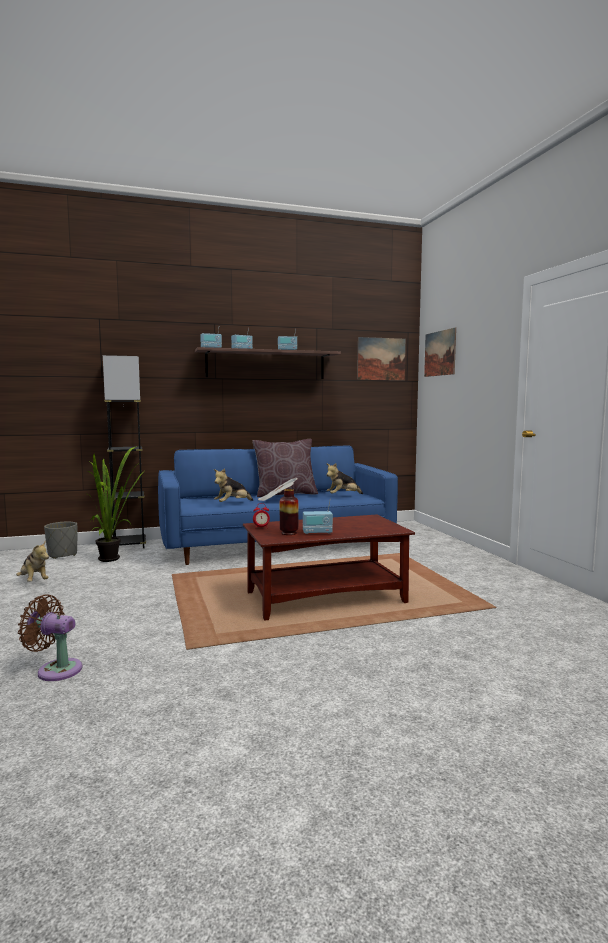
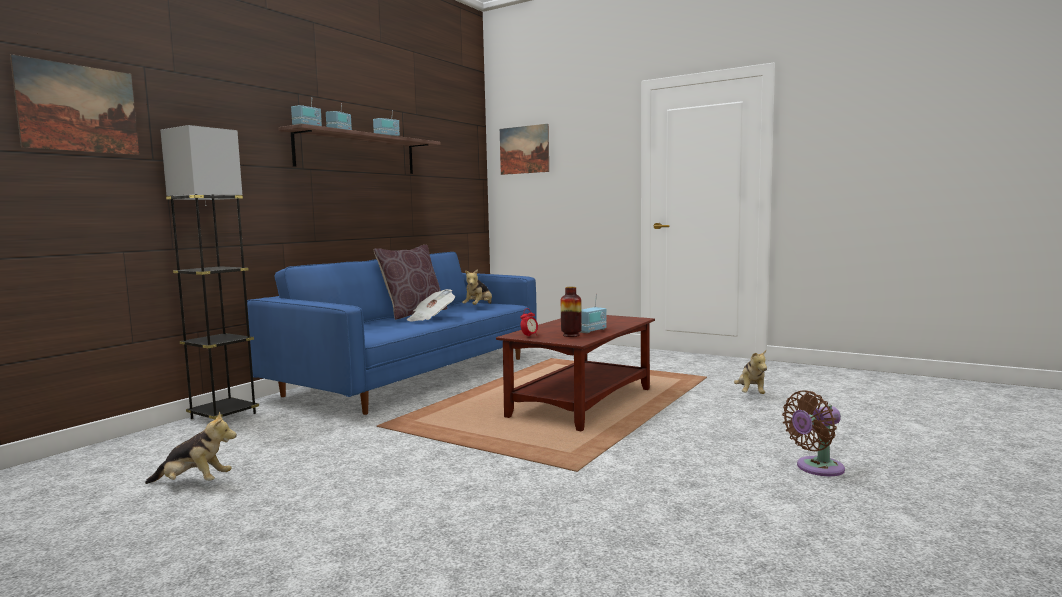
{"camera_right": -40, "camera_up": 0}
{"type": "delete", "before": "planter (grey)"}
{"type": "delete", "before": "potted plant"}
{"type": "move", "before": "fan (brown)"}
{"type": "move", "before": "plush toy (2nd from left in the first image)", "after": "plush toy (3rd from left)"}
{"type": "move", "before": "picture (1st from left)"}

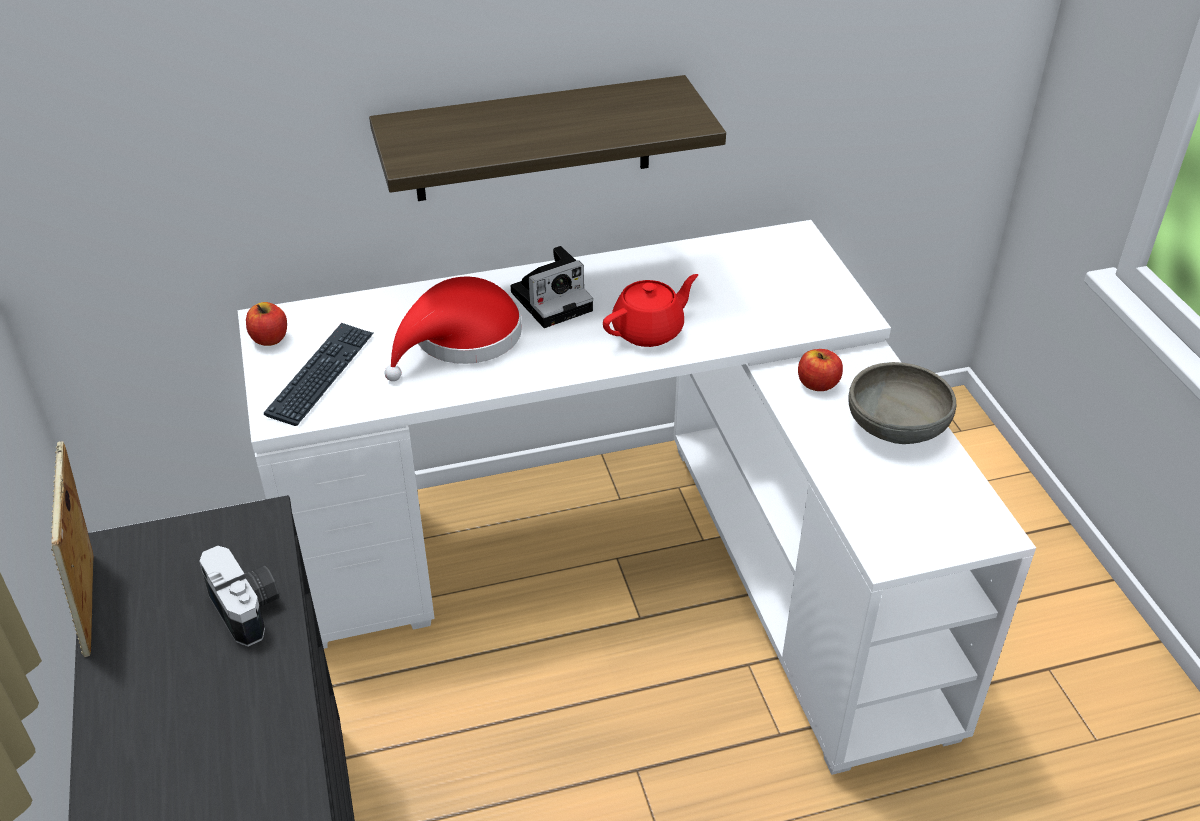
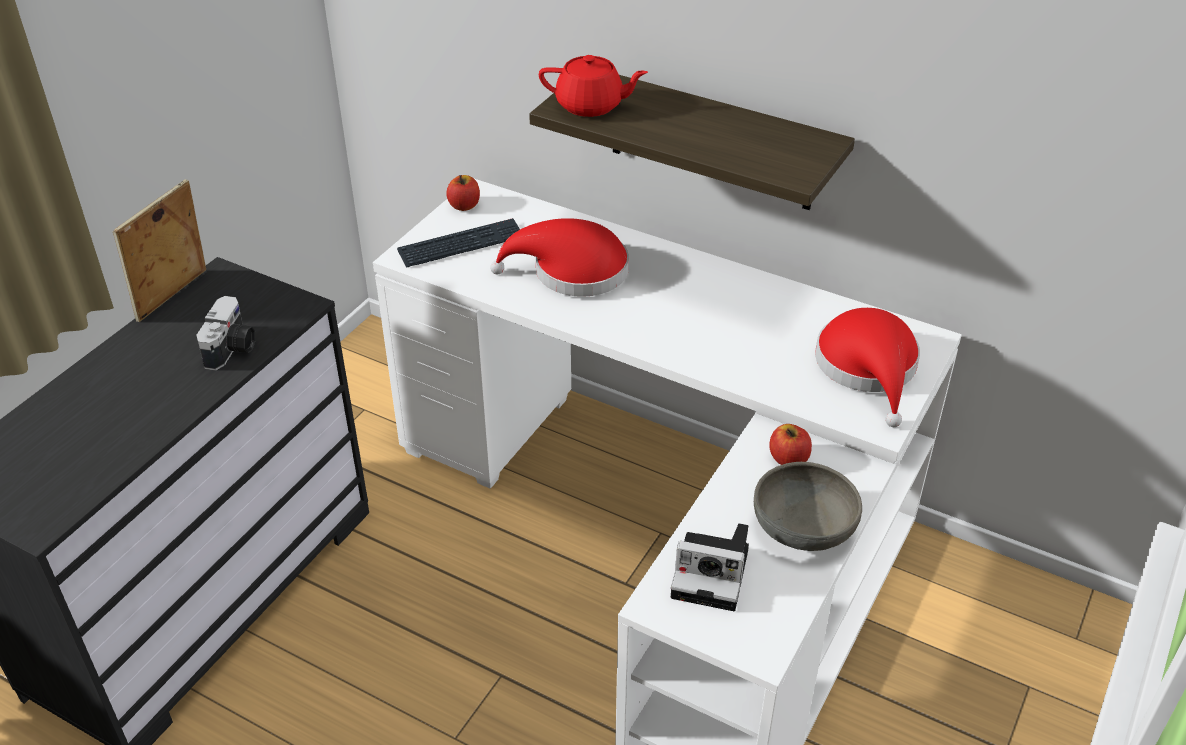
{"camera_right": 45, "camera_up": 0}
{"type": "insert", "after": "hat (red) (2nd from left)"}
{"type": "move", "before": "photo camera (2nd from left)"}
{"type": "move", "before": "teapot (red)"}

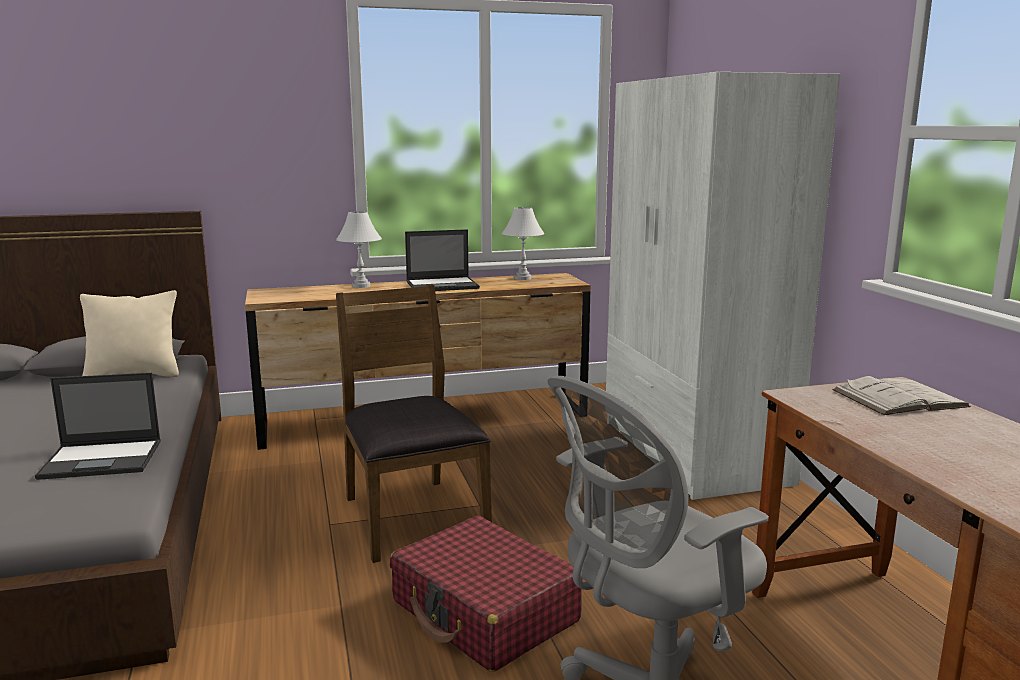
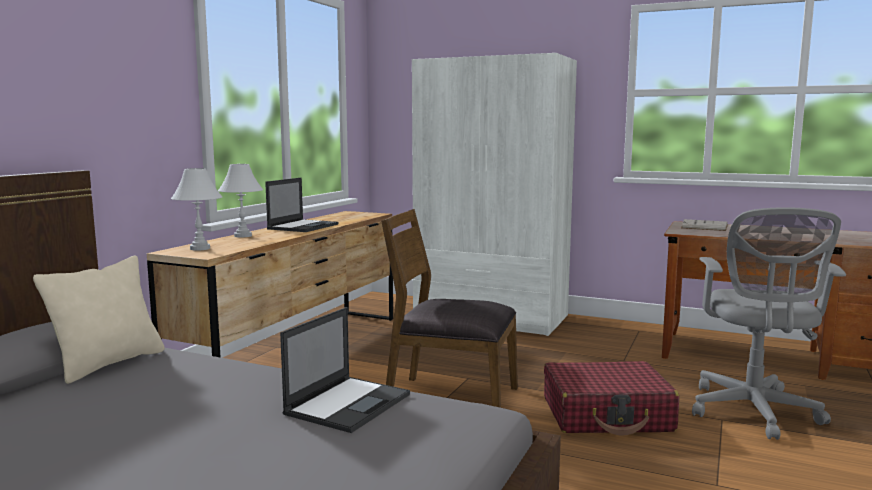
{"camera_right": -50, "camera_up": -5}
{"type": "move", "before": "table lamp (white) (2nd from left in the first image)", "after": "table lamp (white) (1st from left)"}

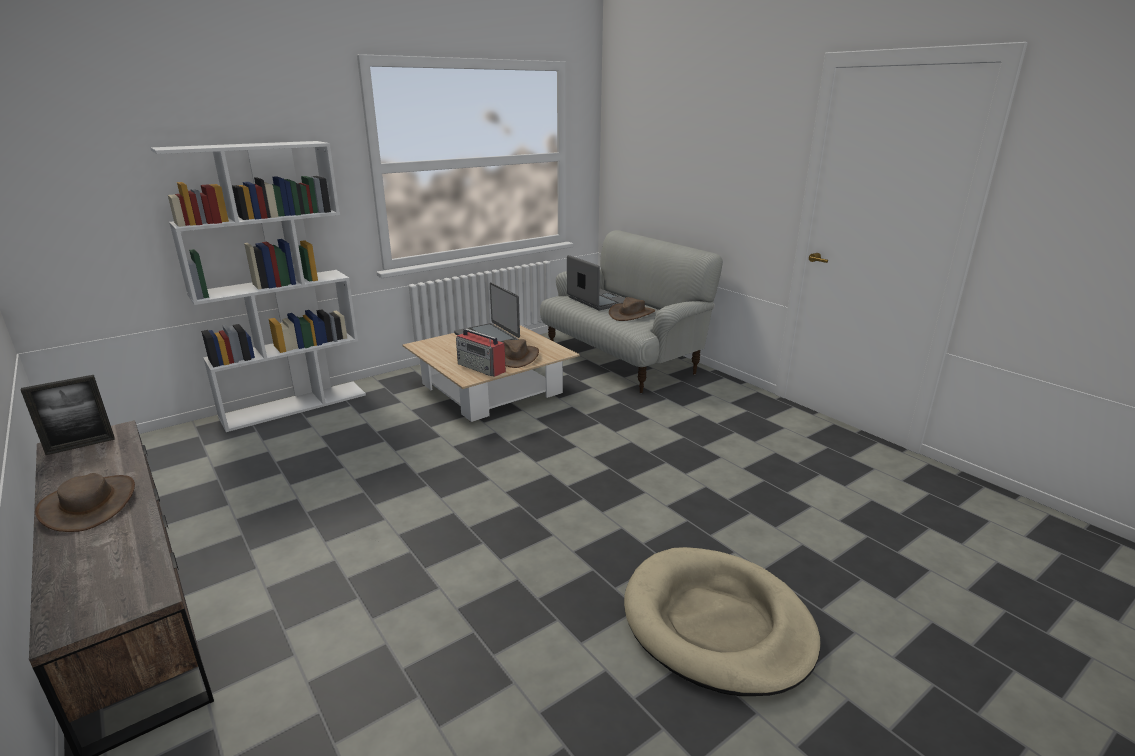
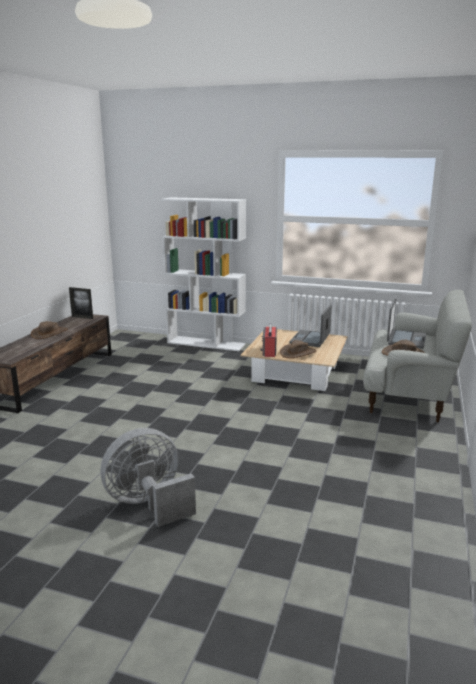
{"camera_right": 55, "camera_up": -5}
{"type": "replace", "before": "dog bed (beige)", "after": "fan (grey)"}

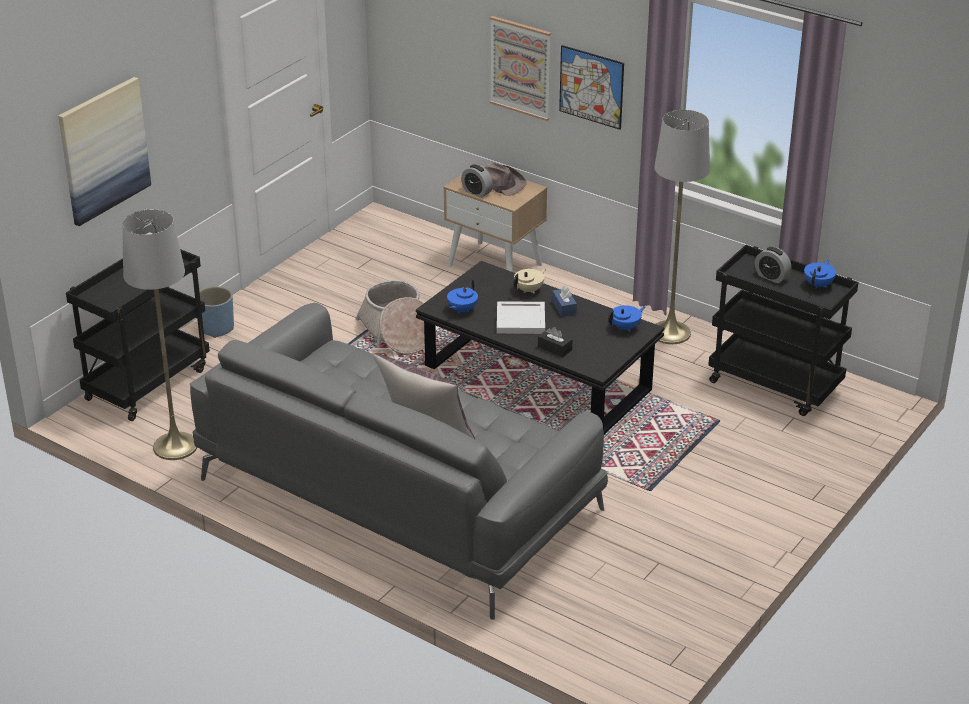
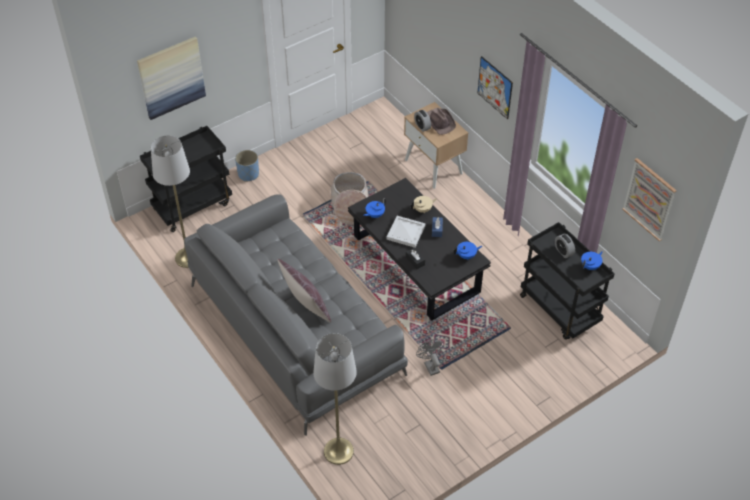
{"camera_right": 20, "camera_up": 15}
{"type": "insert", "after": "fan (grey)"}
{"type": "move", "before": "picture (2nd from left in the first image)", "after": "picture (3rd from left)"}
{"type": "move", "before": "floor lamp (grey) (2nd from left)"}

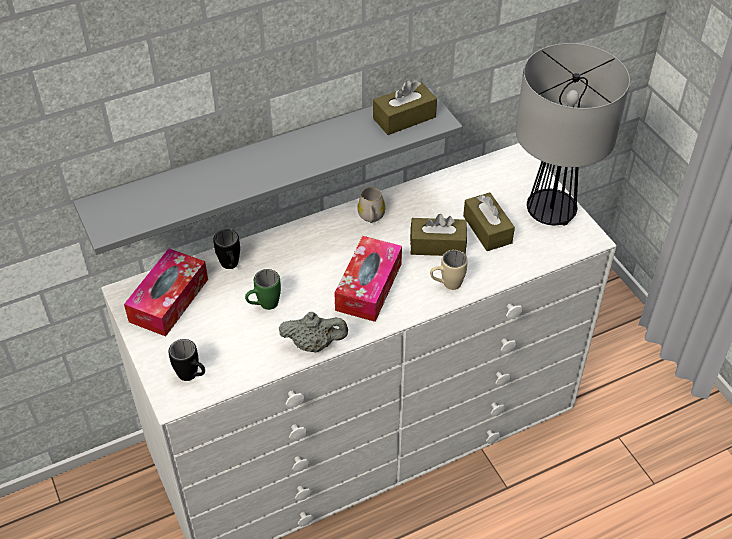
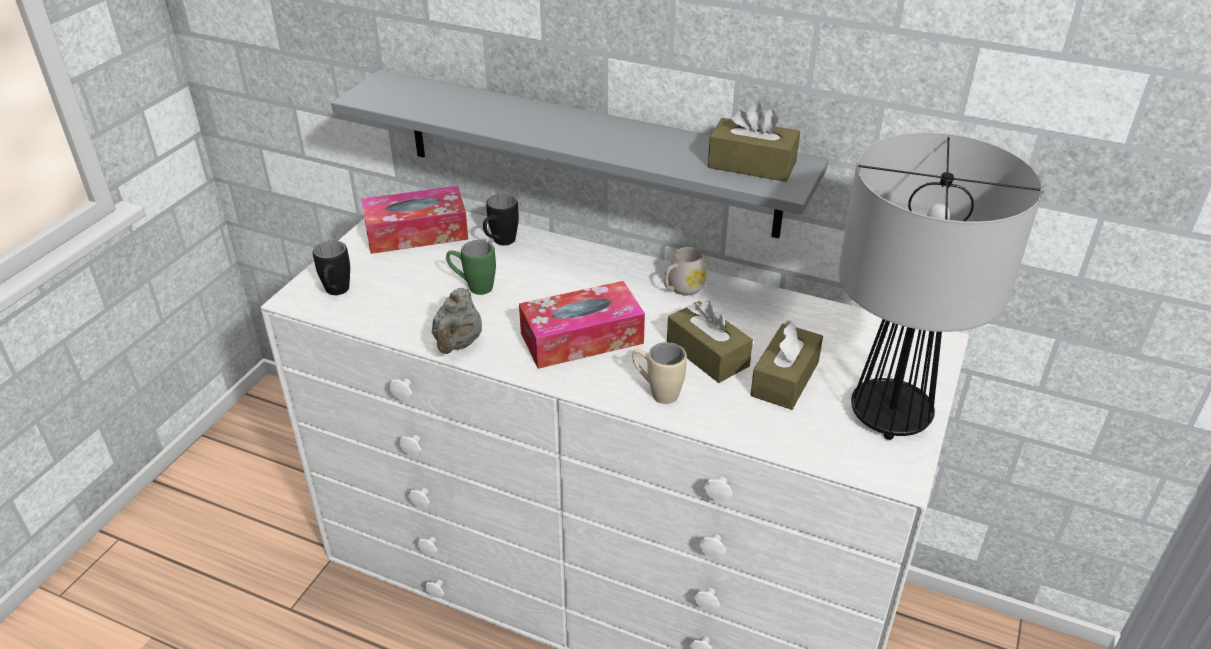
{"camera_right": 50, "camera_up": -10}
{"type": "rotate", "before": "teapot (grey)", "turn": 45}

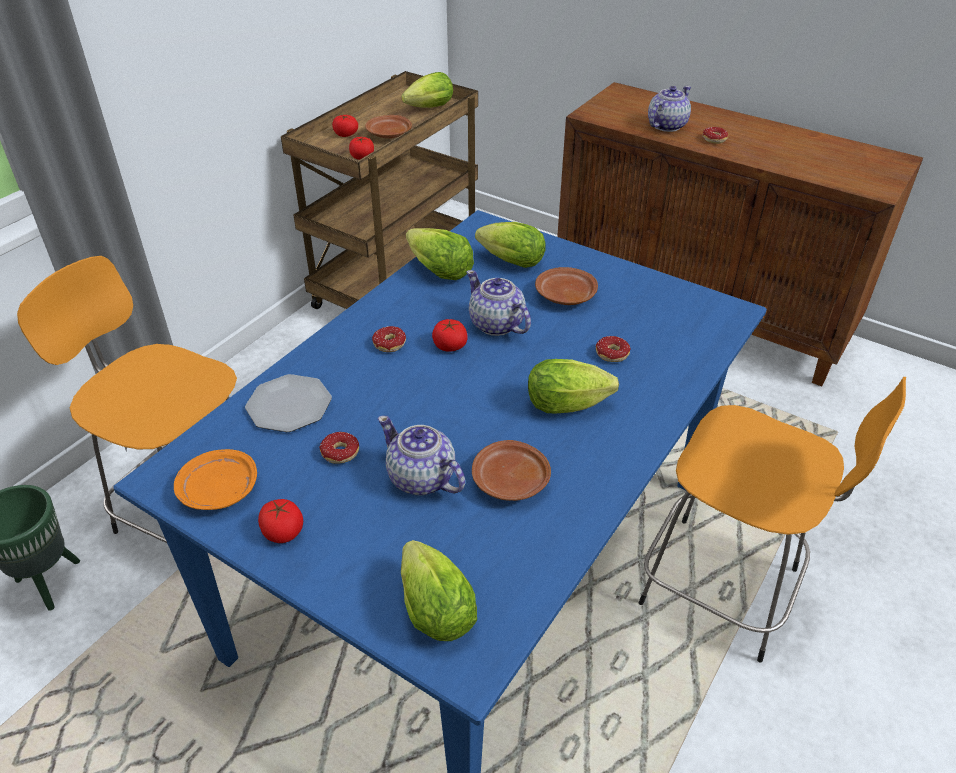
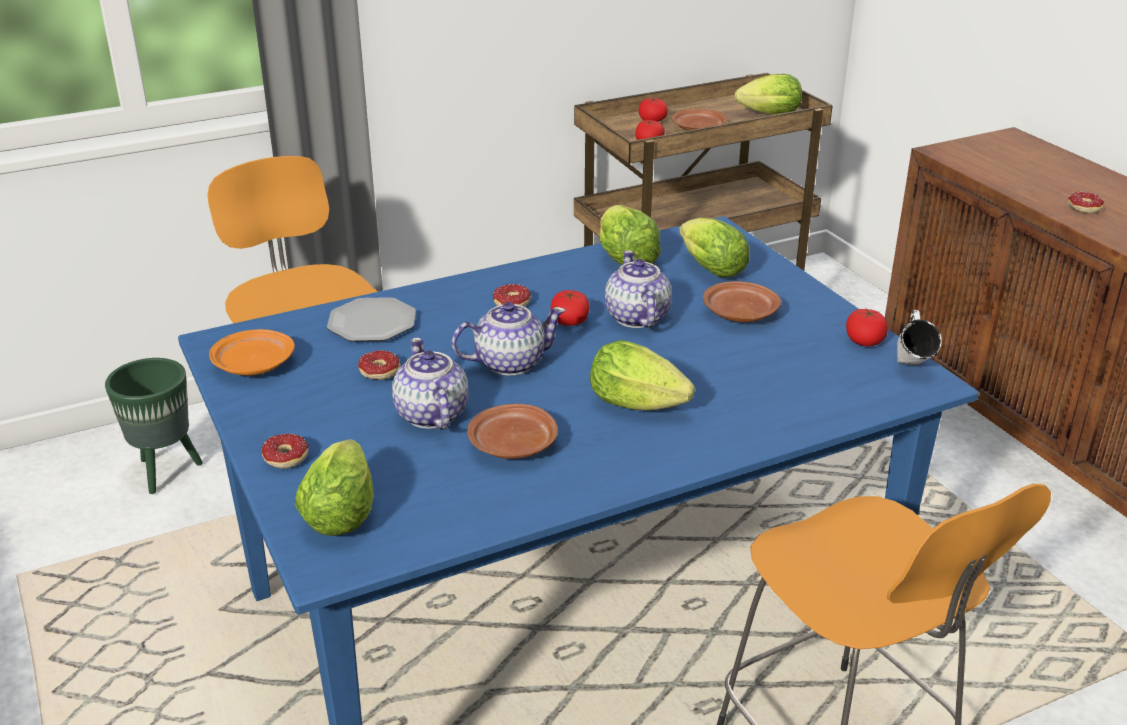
{"camera_right": 30, "camera_up": -10}
{"type": "insert", "after": "mug (white)"}
{"type": "move", "before": "tomato (1st from left in the first image)", "after": "tomato (4th from left)"}
{"type": "move", "before": "donut (3rd from left in the first image)", "after": "donut (1st from left)"}
{"type": "move", "before": "teapot (3rd from left in the first image)", "after": "teapot (2nd from left)"}

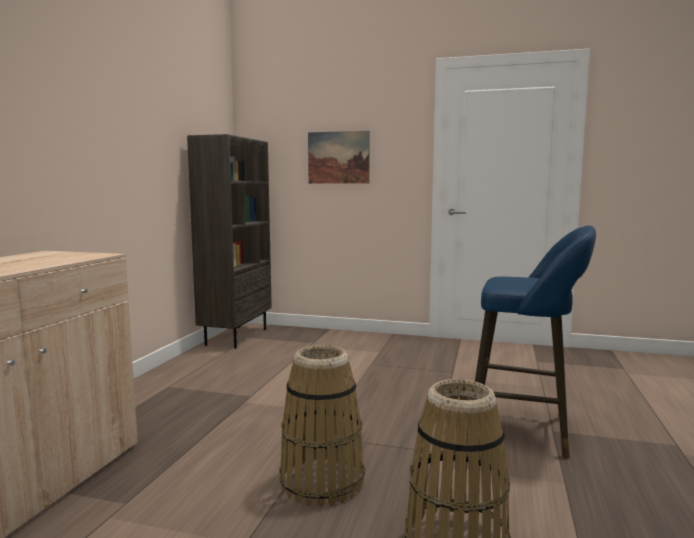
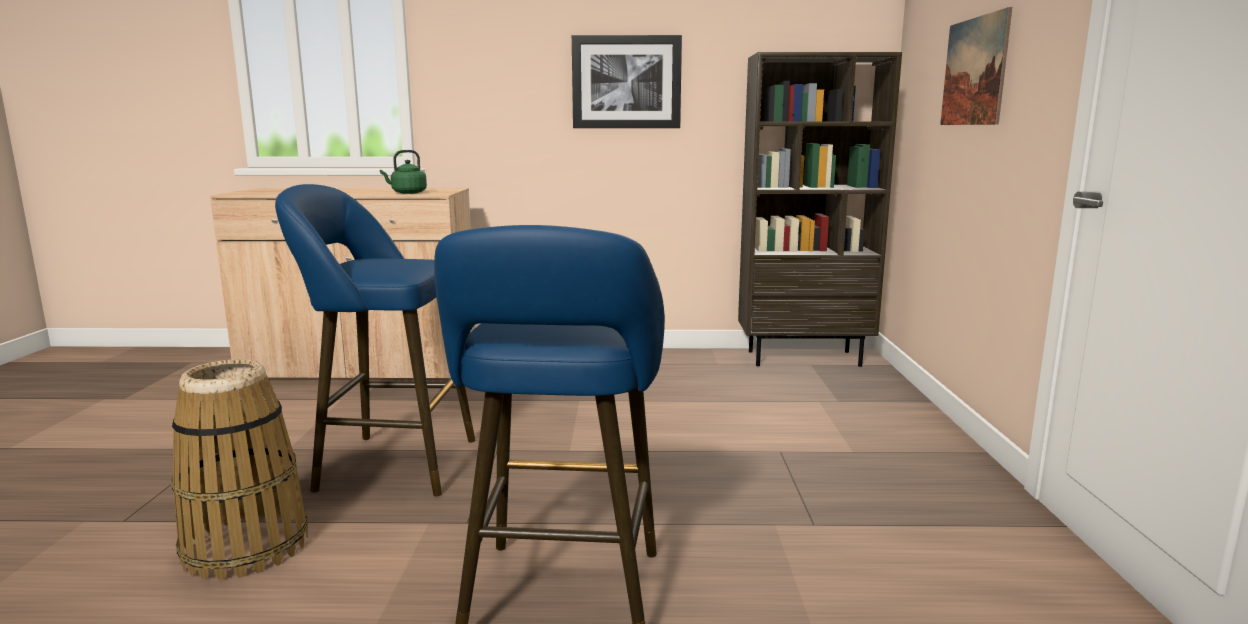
{"camera_right": 75, "camera_up": 5}
{"type": "insert", "after": "kettle (green)"}
{"type": "insert", "after": "picture (1st from left)"}
{"type": "replace", "before": "basket (1st from left)", "after": "stool (blue) (1st from left)"}

